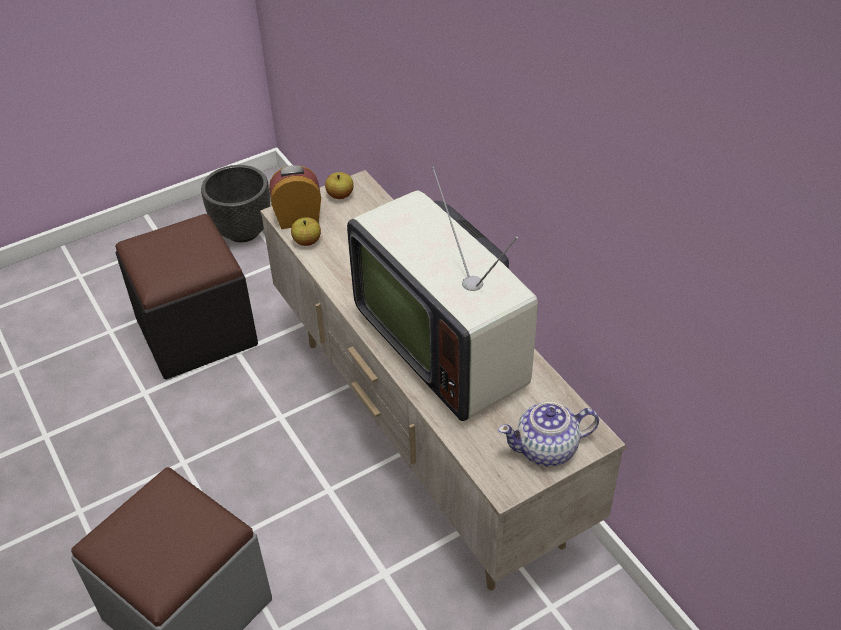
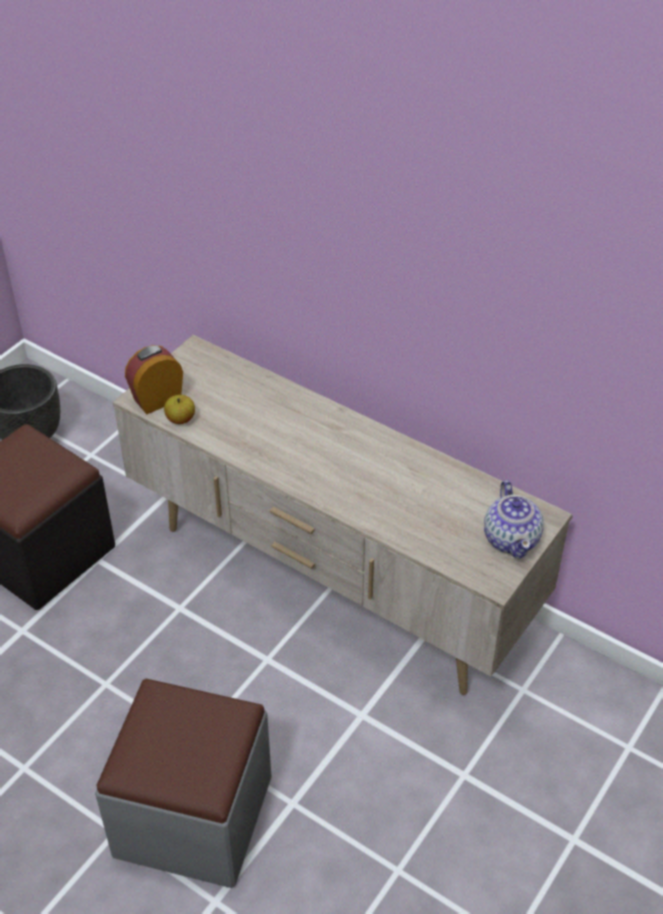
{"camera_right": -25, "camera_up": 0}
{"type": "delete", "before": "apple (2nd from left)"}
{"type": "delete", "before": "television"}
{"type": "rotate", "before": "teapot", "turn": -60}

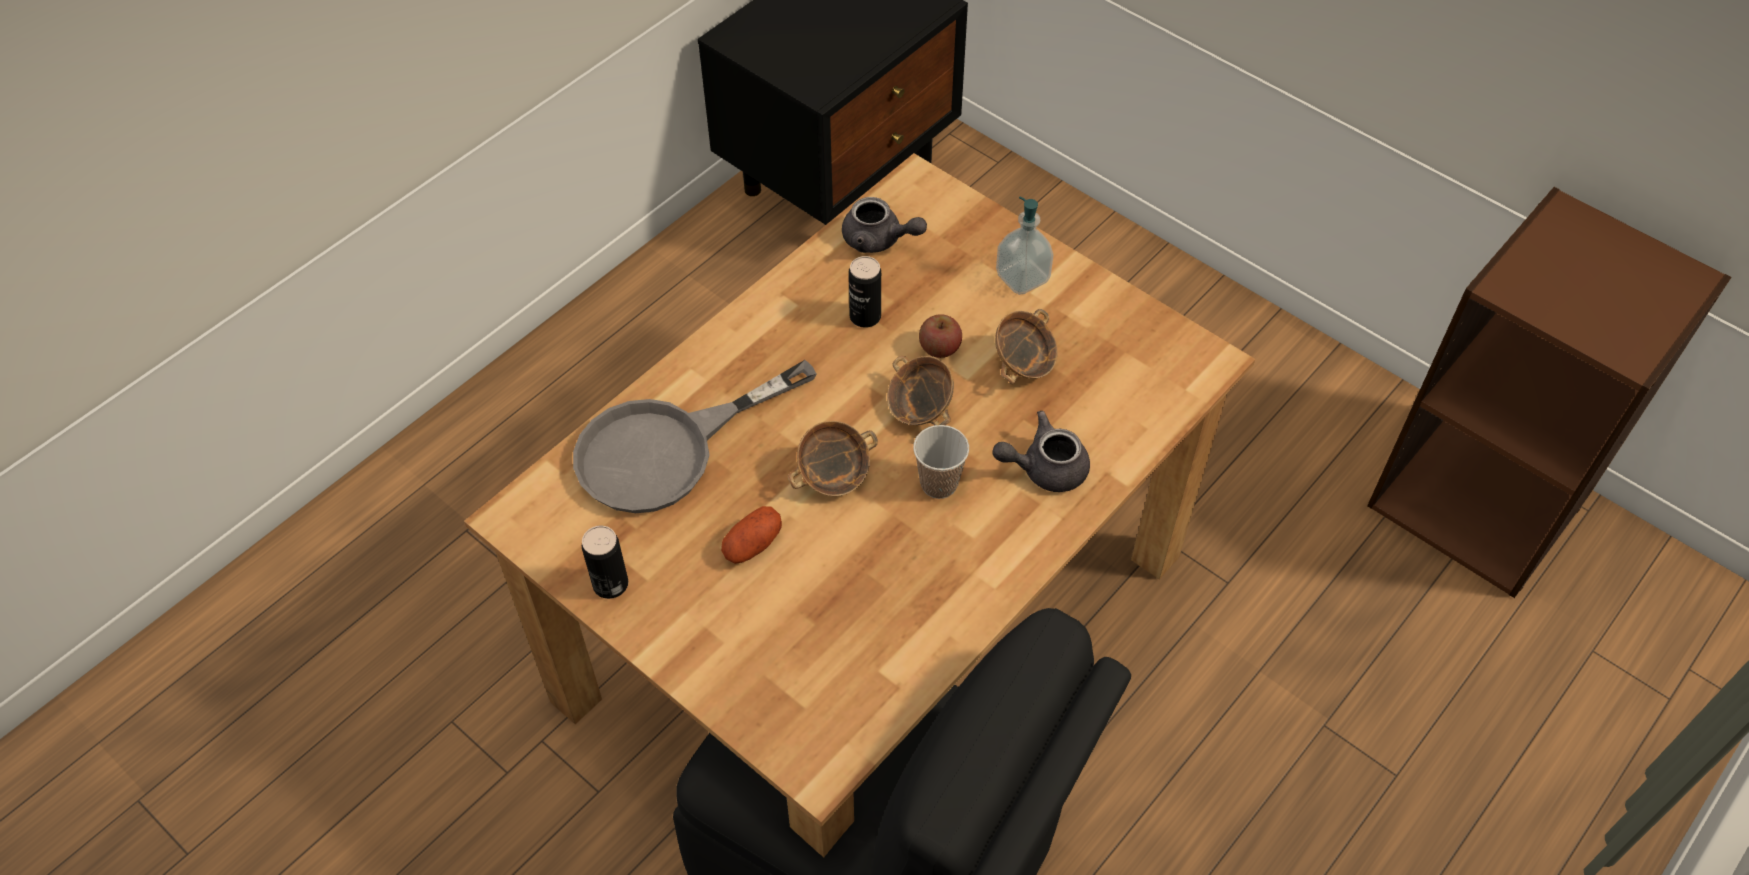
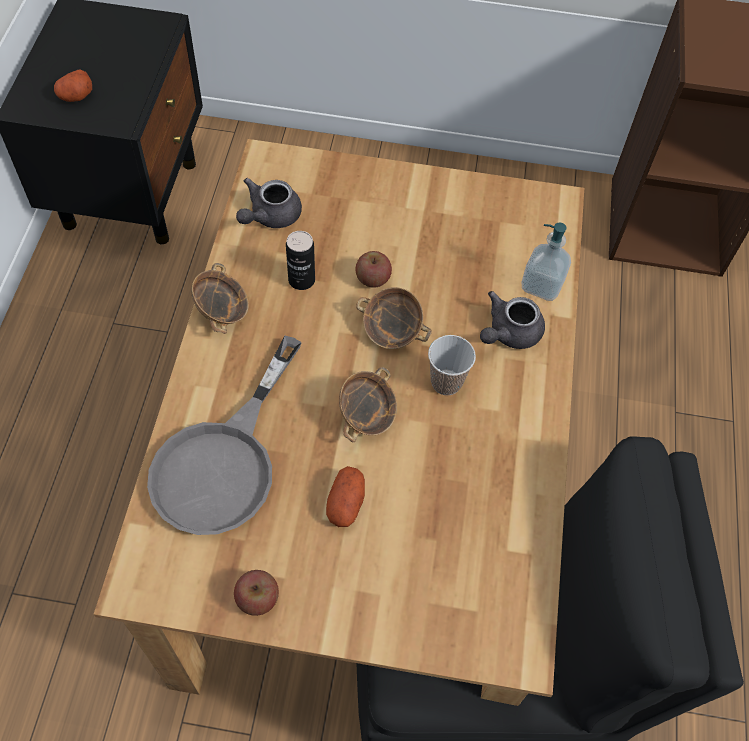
{"camera_right": -35, "camera_up": 5}
{"type": "insert", "after": "potato (1st from left)"}
{"type": "move", "before": "bowl (3rd from left in the first image)", "after": "bowl (1st from left)"}
{"type": "move", "before": "soap dispenser"}
{"type": "replace", "before": "can (1st from left)", "after": "apple (1st from left)"}
{"type": "rotate", "before": "teapot (grey) (1st from left)", "turn": 135}

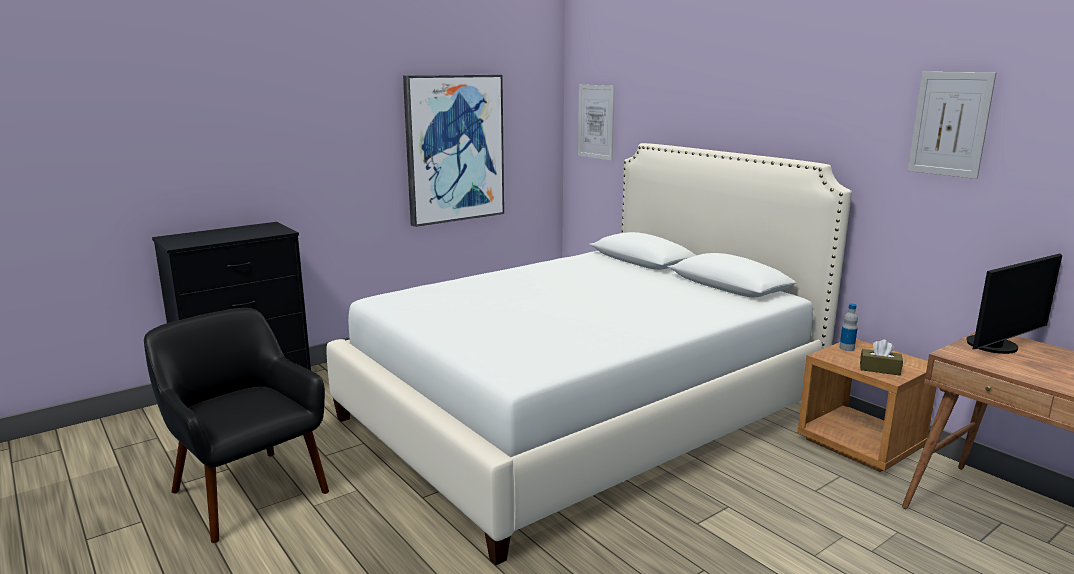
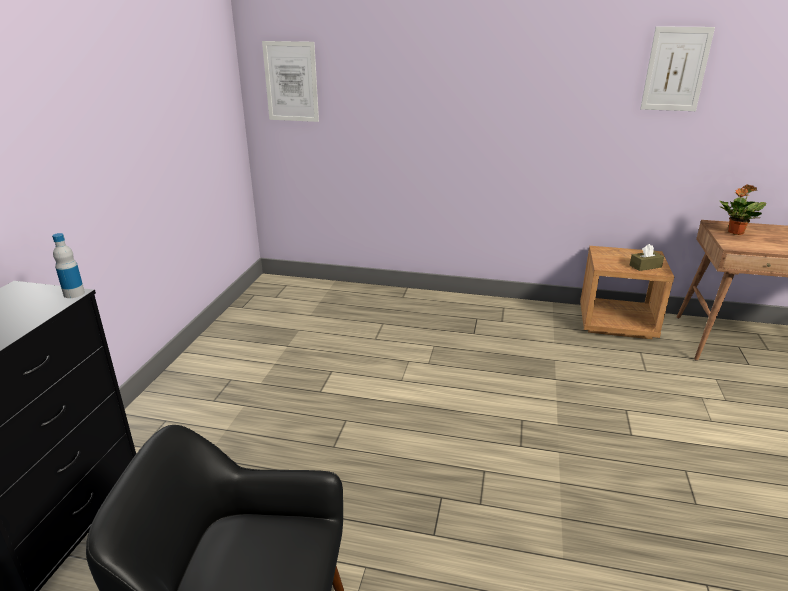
{"camera_right": -40, "camera_up": 10}
{"type": "delete", "before": "bed (white)"}
{"type": "delete", "before": "picture (1st from left)"}
{"type": "move", "before": "bottle"}
{"type": "replace", "before": "monitor", "after": "potted plant"}

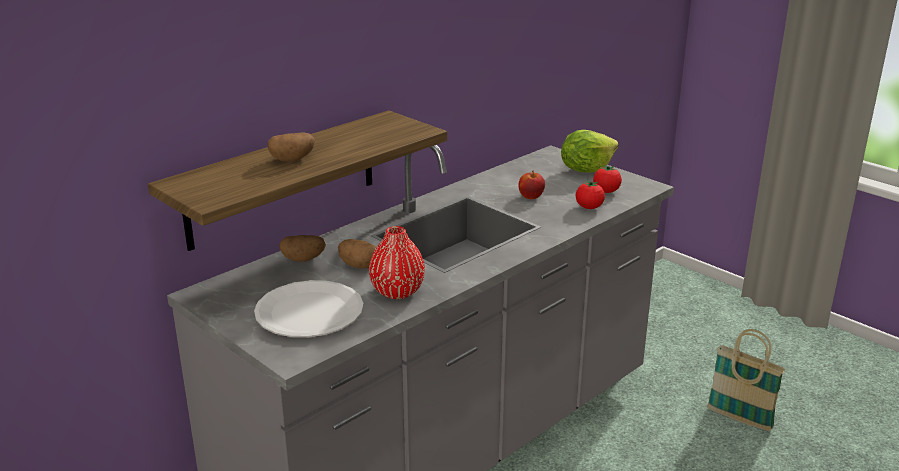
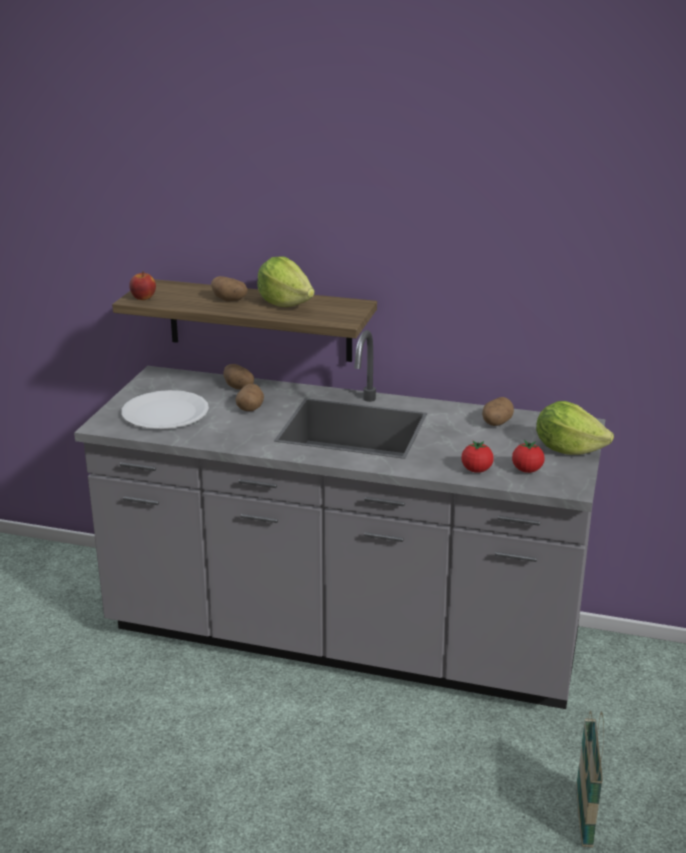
{"camera_right": 60, "camera_up": 0}
{"type": "delete", "before": "vase (red)"}
{"type": "insert", "after": "lettuce (1st from left)"}
{"type": "insert", "after": "potato (4th from left)"}
{"type": "move", "before": "apple"}

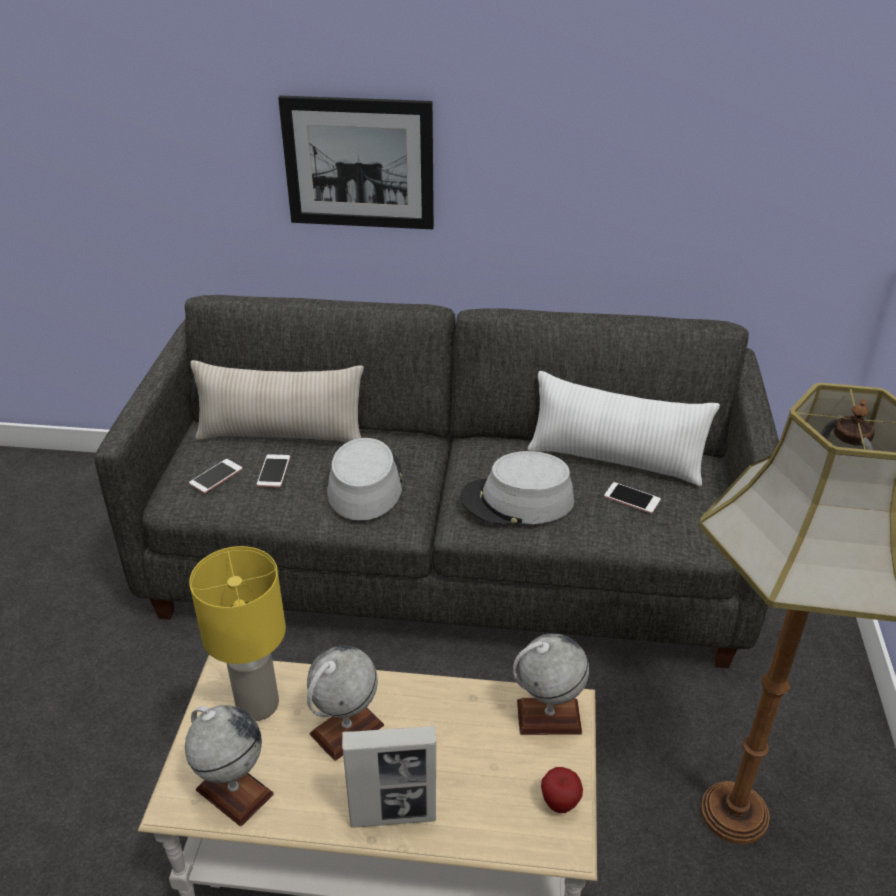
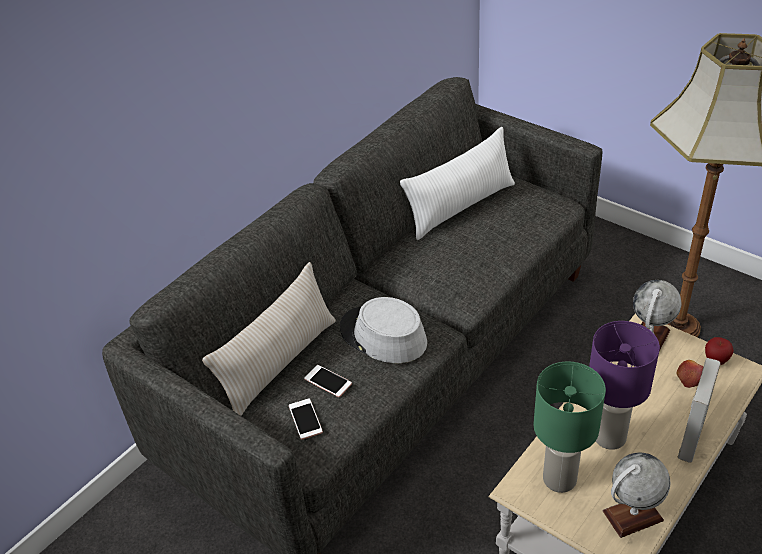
{"camera_right": -55, "camera_up": 5}
{"type": "delete", "before": "picture"}
{"type": "delete", "before": "hat (grey) (2nd from left)"}
{"type": "delete", "before": "phone (3rd from left)"}
{"type": "insert", "after": "apple (1st from left)"}
{"type": "replace", "before": "globe (2nd from left)", "after": "table lamp (purple)"}
{"type": "recolor", "before": "table lamp (yellow)", "after": "table lamp (green)"}

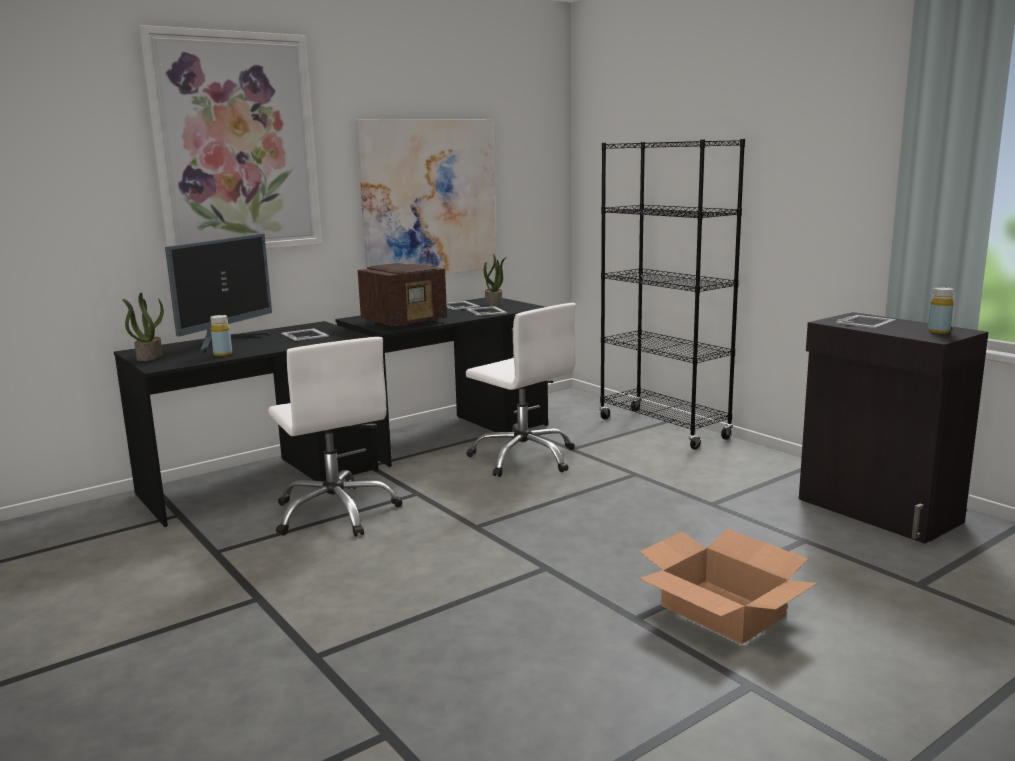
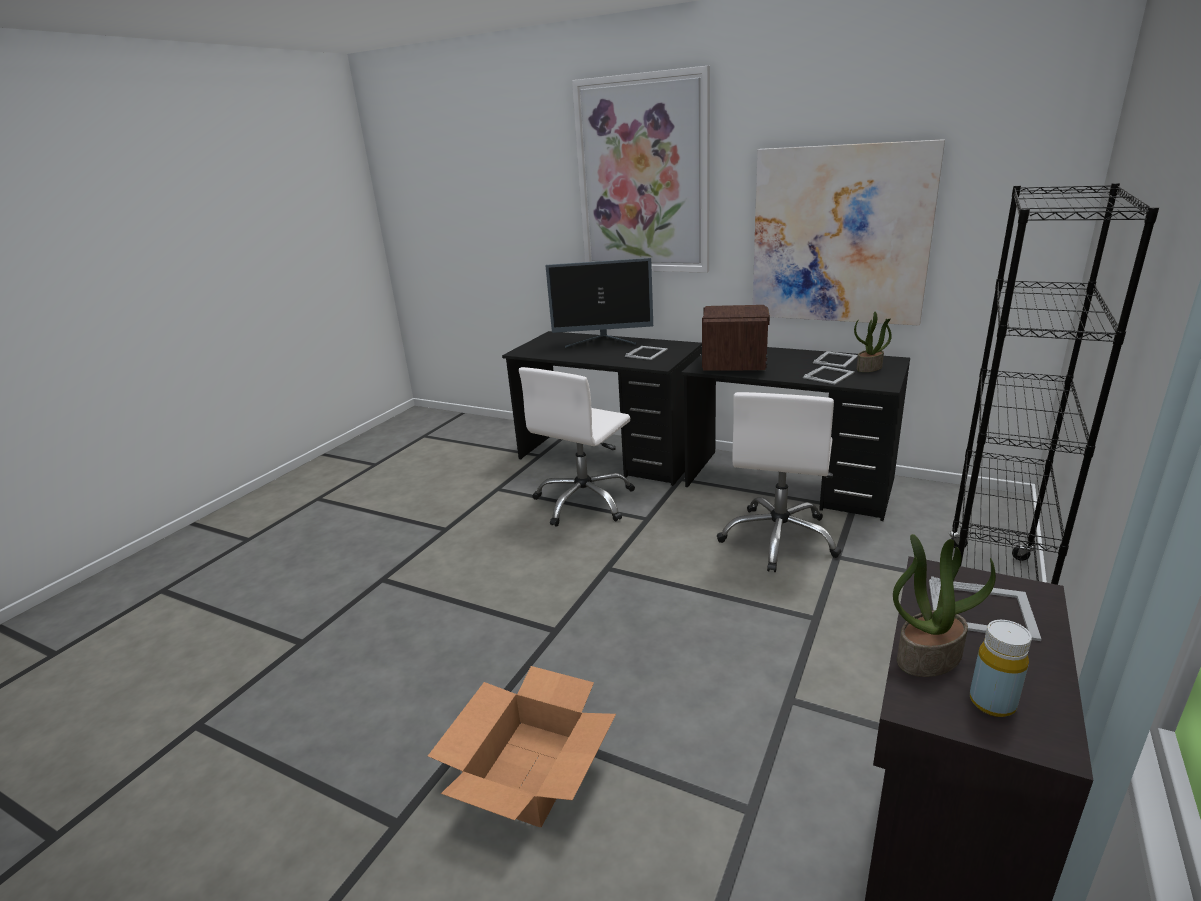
{"camera_right": 65, "camera_up": 10}
{"type": "delete", "before": "bottle (yellow) (1st from left)"}
{"type": "move", "before": "potted plant (1st from left in the first image)", "after": "potted plant (2nd from left)"}
{"type": "rotate", "before": "radio", "turn": -105}

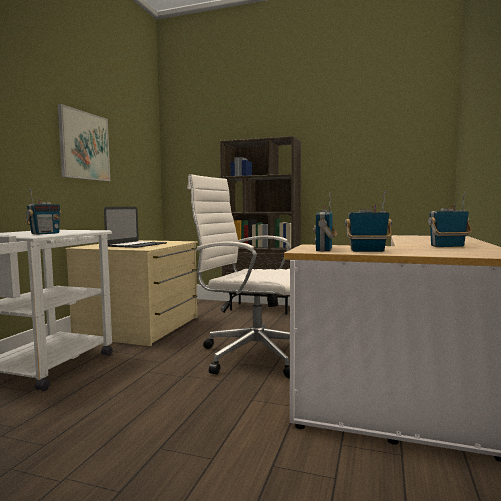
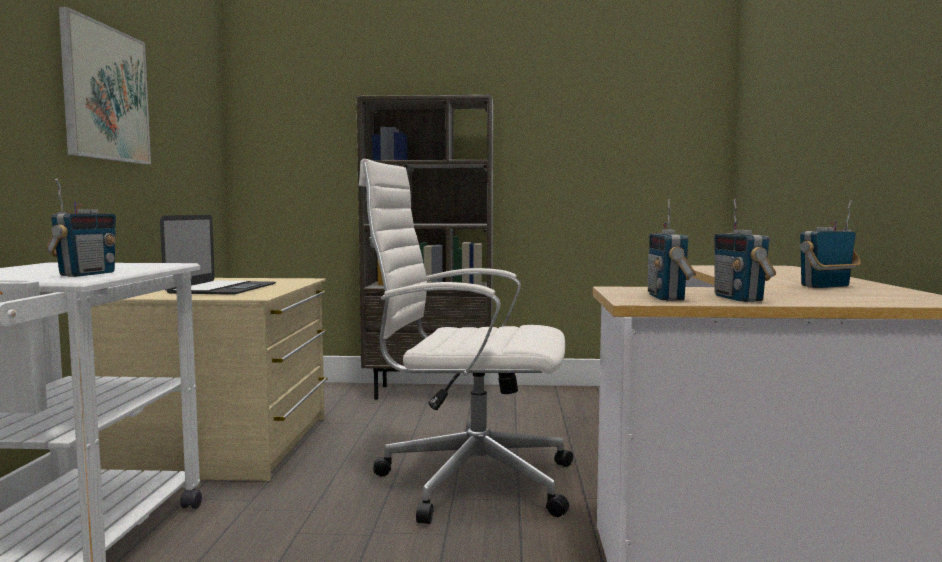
{"camera_right": -15, "camera_up": 0}
{"type": "rotate", "before": "radio (3rd from left)", "turn": -90}

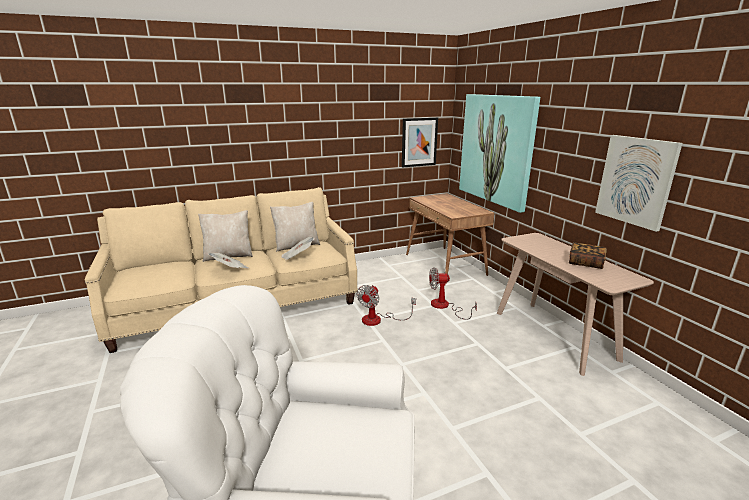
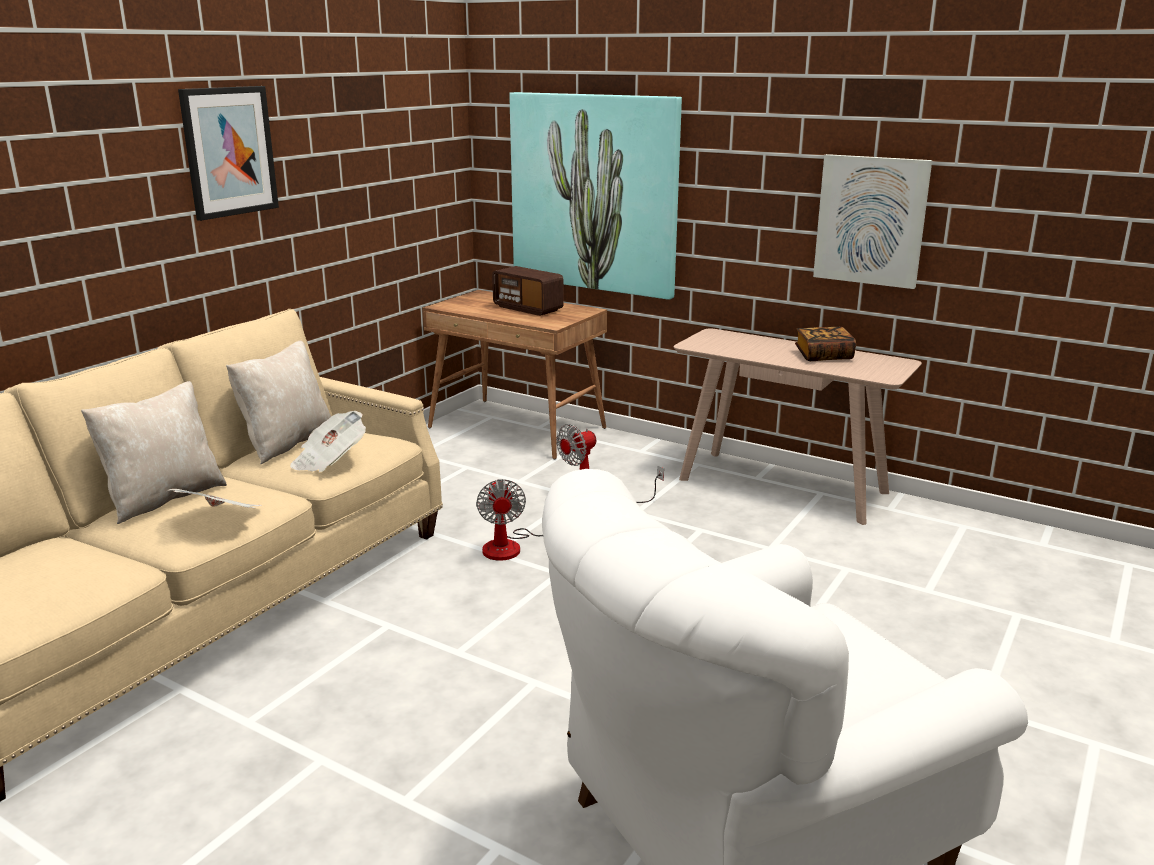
{"camera_right": -35, "camera_up": 0}
{"type": "insert", "after": "radio"}
{"type": "move", "before": "picture (1st from left)"}

